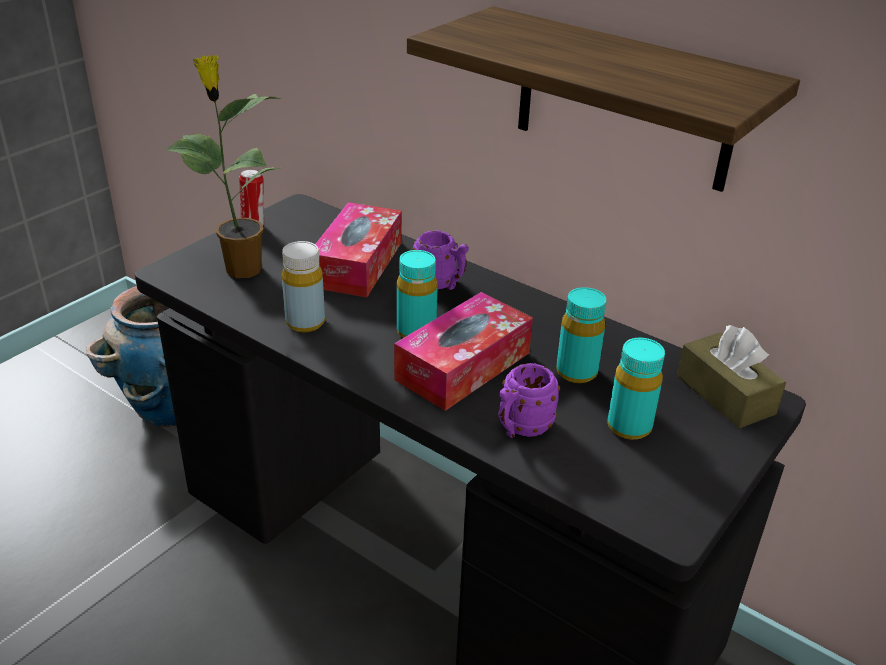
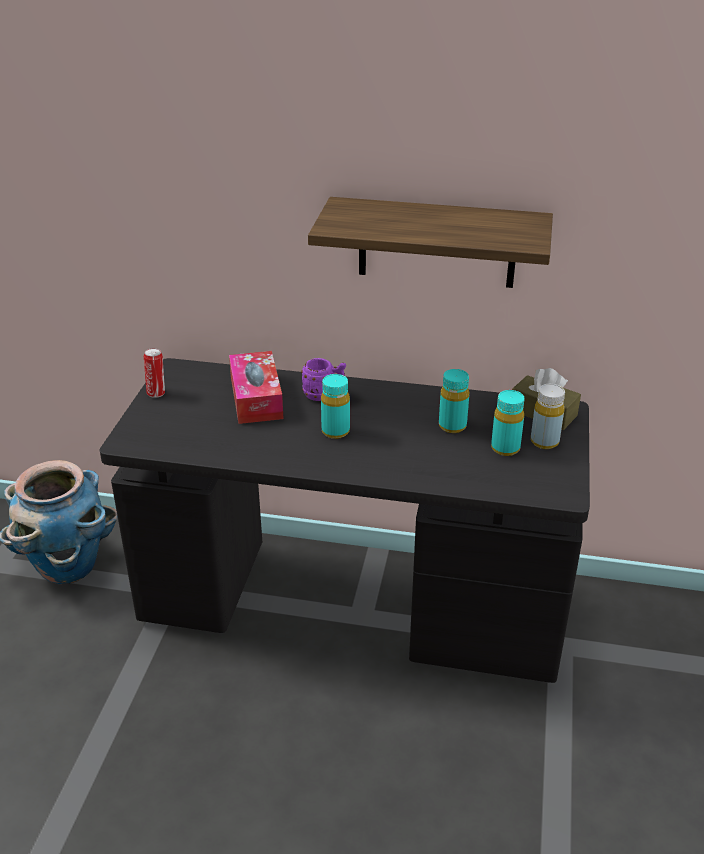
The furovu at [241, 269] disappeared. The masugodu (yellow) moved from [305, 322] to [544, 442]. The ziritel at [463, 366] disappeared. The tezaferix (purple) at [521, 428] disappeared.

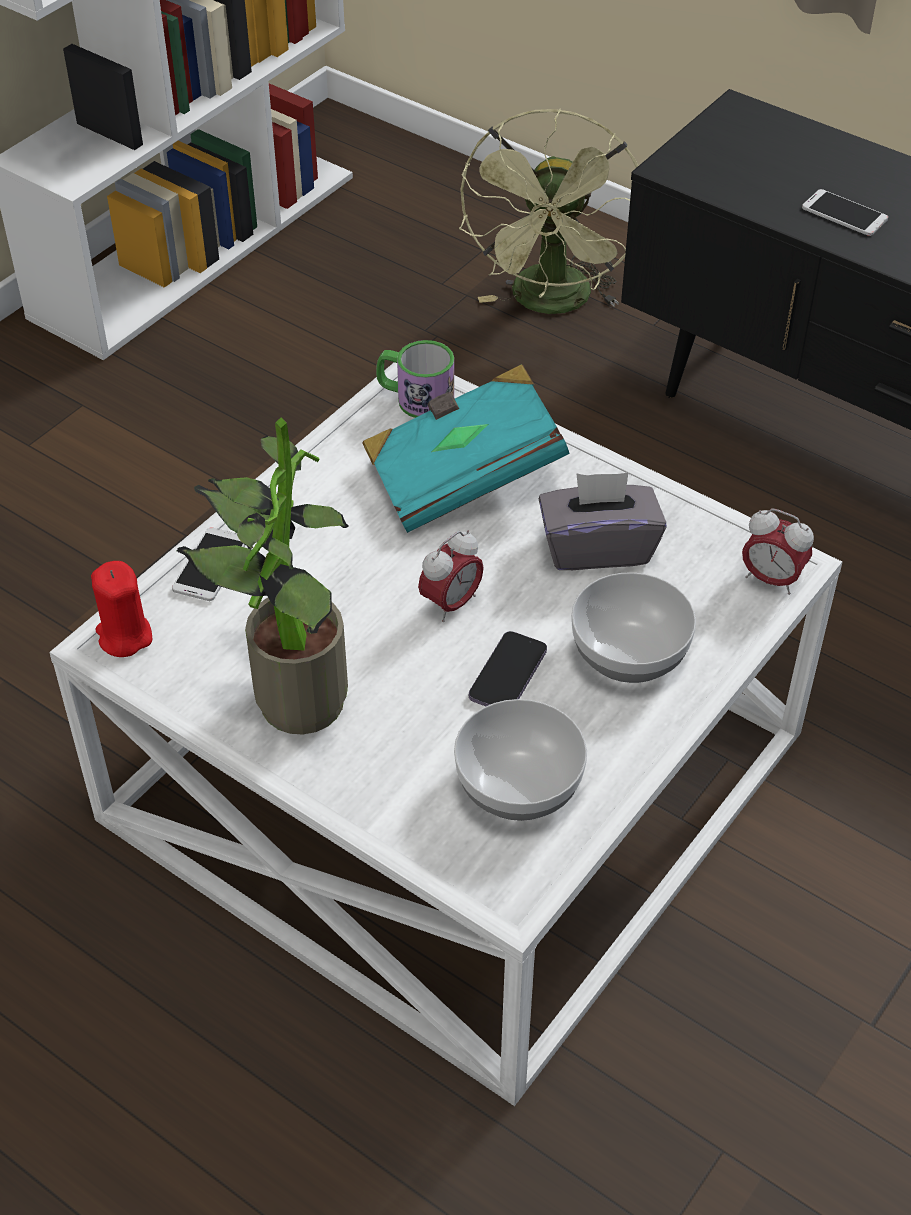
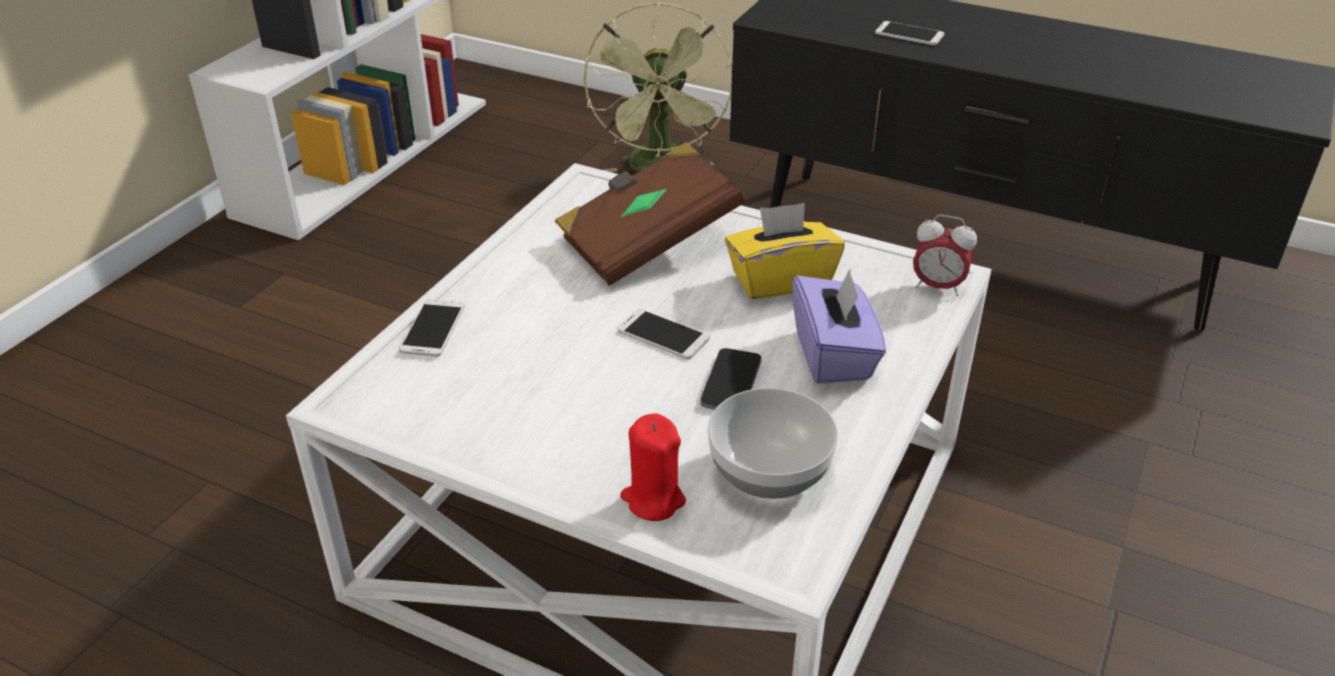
The tezaferix at [415, 398] disappeared. The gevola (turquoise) at [463, 476] became the gevola (brown) at [647, 242]. The furovu at [287, 699] disappeared. The ziritel (grey) at [597, 547] became the ziritel (yellow) at [780, 280]. The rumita at [451, 604] was replaced by the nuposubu at [663, 335]. The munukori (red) moved from [124, 636] to [653, 499]. The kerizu at [627, 653] was replaced by the ziritel (purple) at [834, 355].

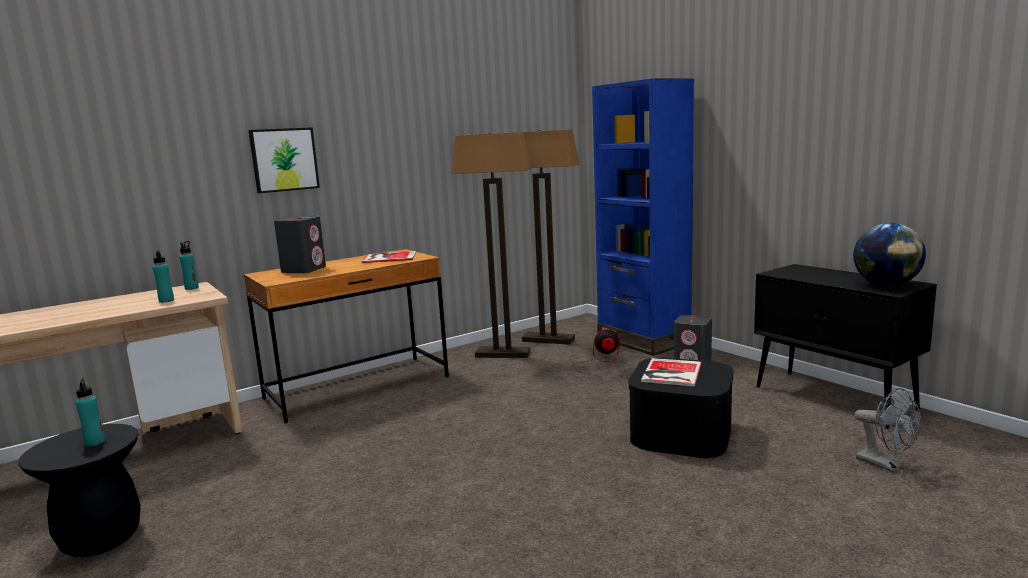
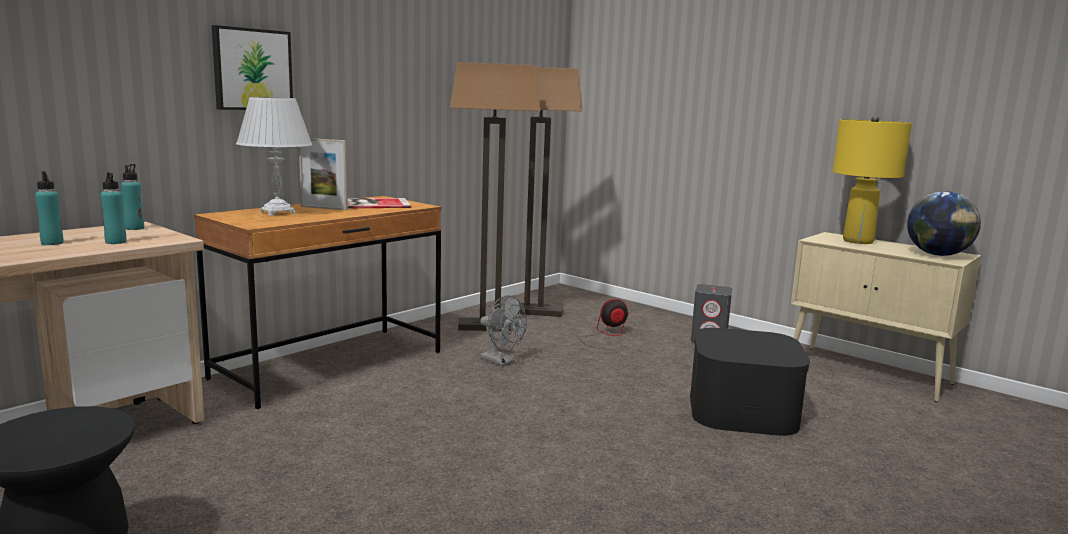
The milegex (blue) at [643, 340] disappeared. The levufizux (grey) at [304, 270] was replaced by the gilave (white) at [277, 213]. The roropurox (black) at [834, 399] became the roropurox (beige) at [870, 373]. The gevola at [670, 373] disappeared. The masugodu (turquoise) moved from [95, 442] to [52, 243]. The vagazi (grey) moved from [886, 465] to [501, 362]. The gilave (yellow) at [857, 241] appeared. The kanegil at [324, 208] appeared.

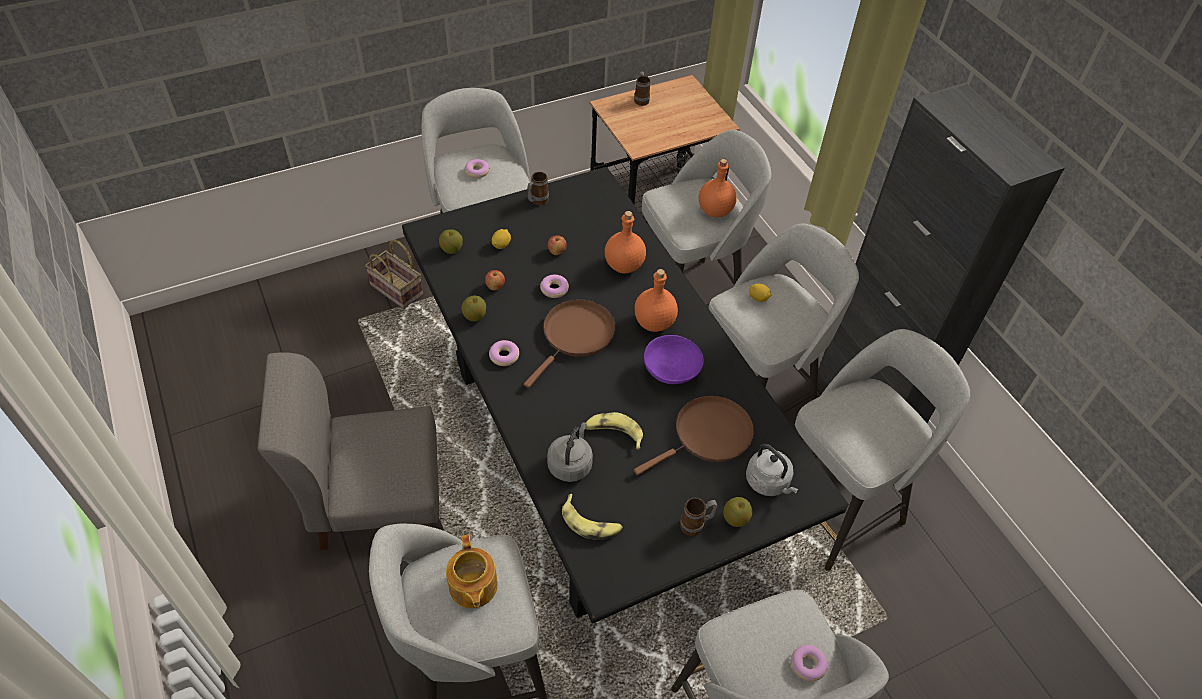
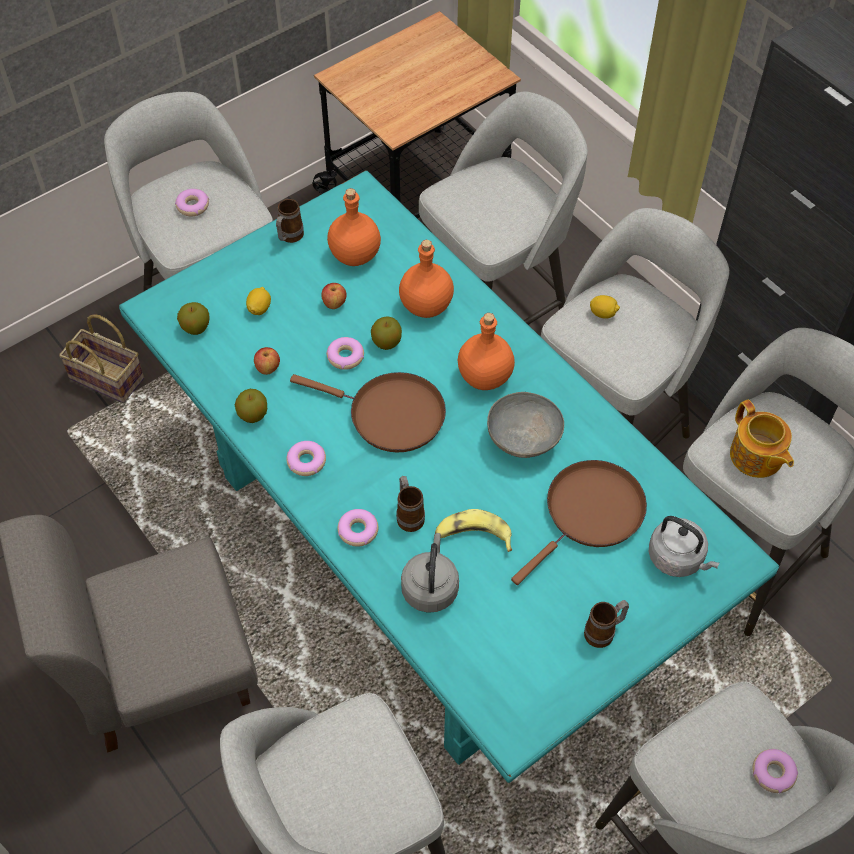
The tezaferix moved from [641, 99] to [409, 515]. The masugodu (orange) moved from [714, 211] to [354, 255]. The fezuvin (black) at [598, 454] became the fezuvin (turquoise) at [430, 548]. The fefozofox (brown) at [576, 335] turned 90 degrees clockwise. The kerizu (purple) at [670, 373] became the kerizu (grey) at [522, 440]. The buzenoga at [591, 523] disappeared. The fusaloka moved from [735, 519] to [386, 342]. The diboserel moved from [472, 587] to [756, 457]. The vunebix at [358, 530] appeared.

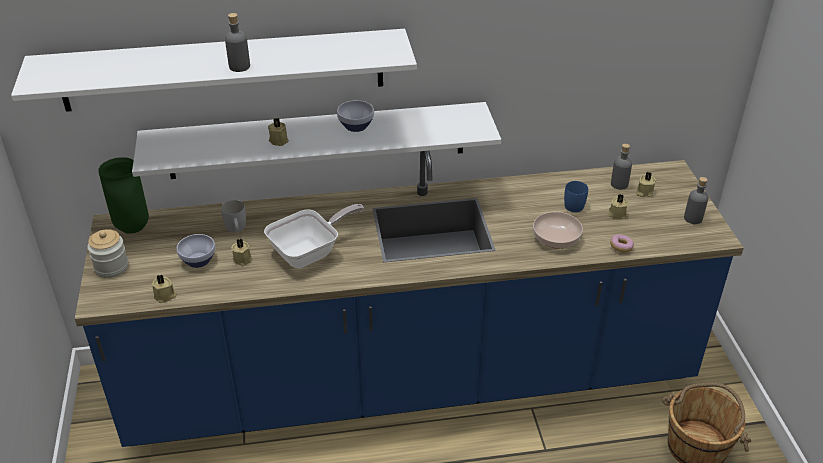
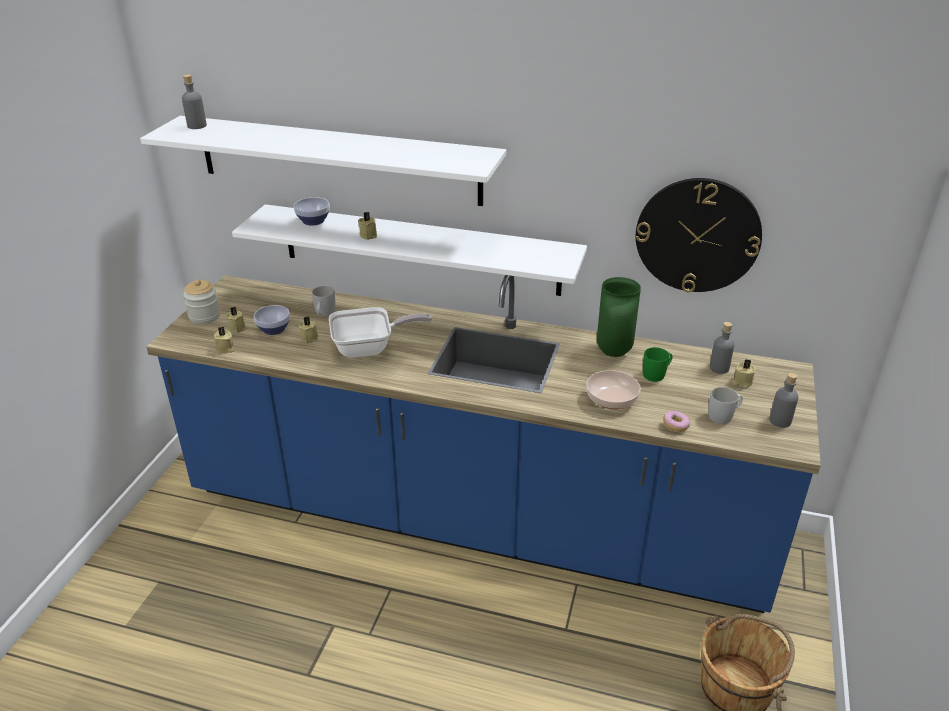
The masugodu (grey) moved from [239, 66] to [197, 126]. The kerizu moved from [356, 126] to [313, 221]. The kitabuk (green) moved from [131, 228] to [612, 352]. The tezaferix (blue) at [575, 204] became the tezaferix (green) at [657, 374]. The munukori (beige) moved from [617, 214] to [237, 327]. The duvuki at [697, 235] appeared. The tezaferix (white) at [724, 416] appeared.

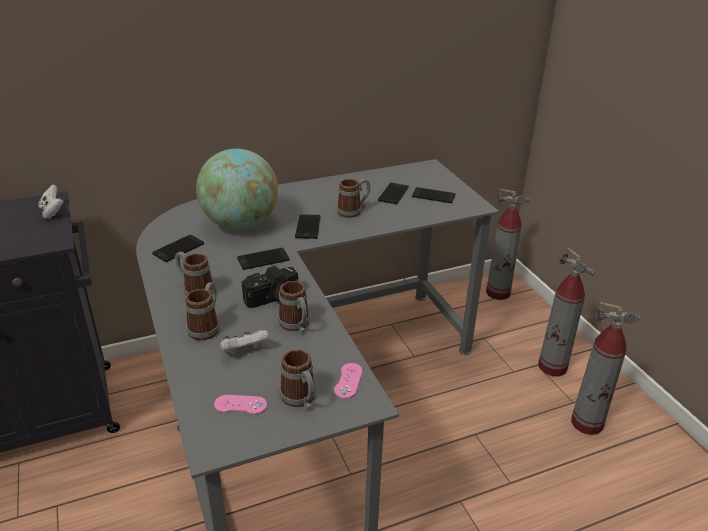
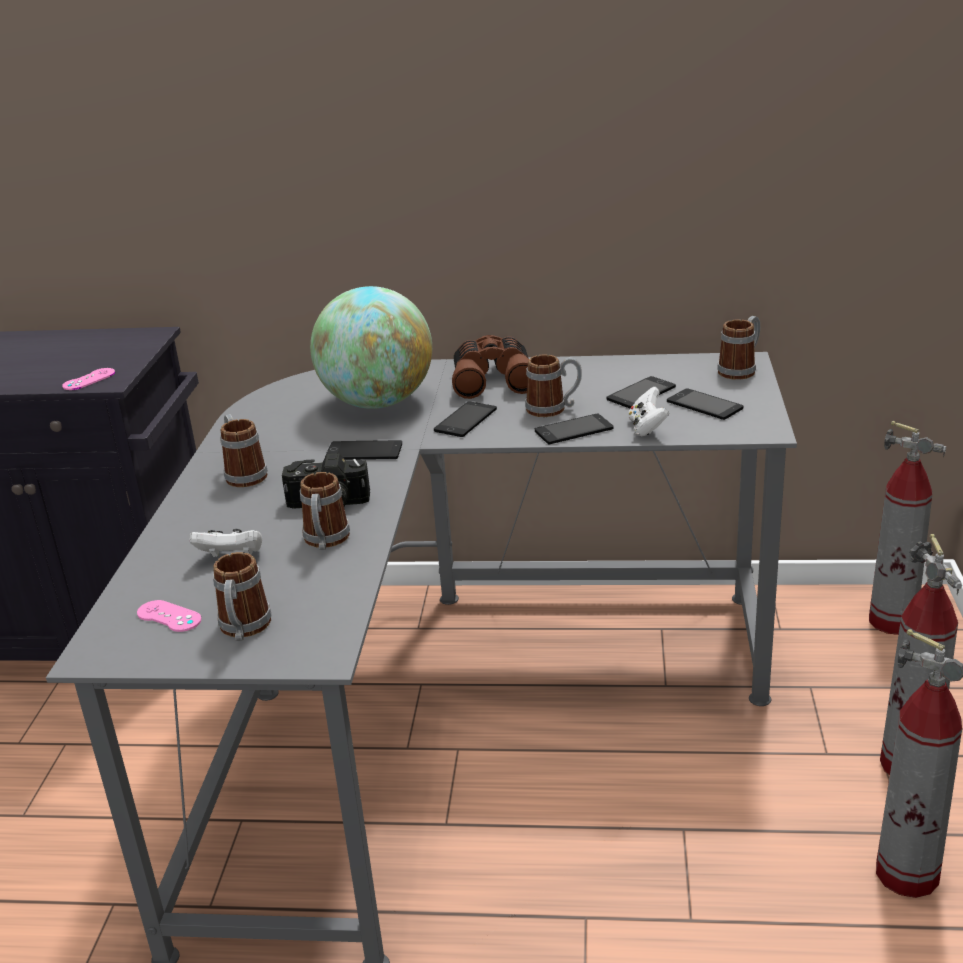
The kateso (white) moved from [52, 212] to [647, 428]. The nuposubu moved from [178, 249] to [574, 430]. The tezaferix moved from [206, 326] to [741, 370]. The kateso (pink) moved from [348, 381] to [89, 379]. The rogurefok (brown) at [493, 379] appeared.

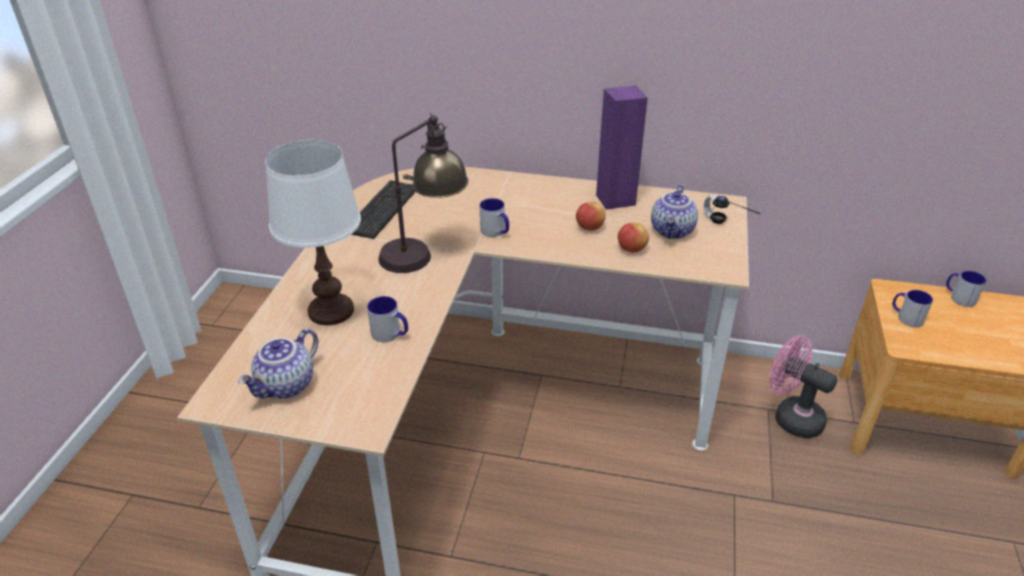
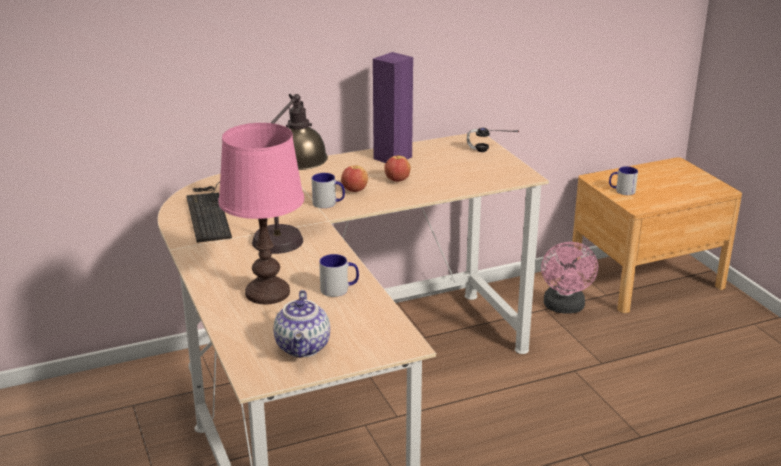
The gilave (white) at [331, 310] became the gilave (pink) at [267, 292]. The diboserel at [673, 231] disappeared. The fusaloka moved from [631, 249] to [354, 190]. The tezaferix at [959, 297] disappeared. The vagazi (pink) at [791, 417] turned 90 degrees counterclockwise.

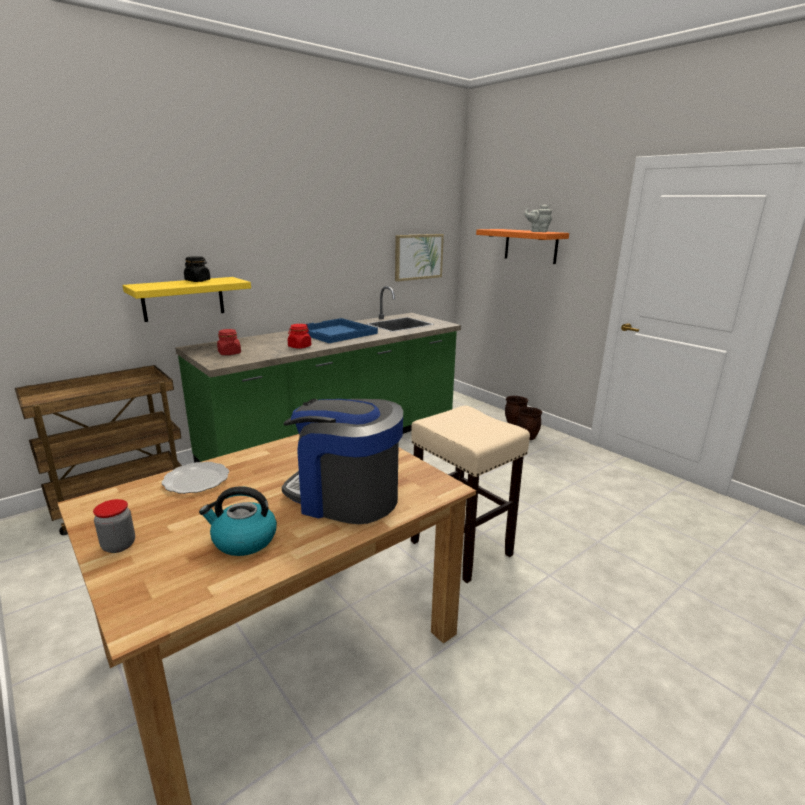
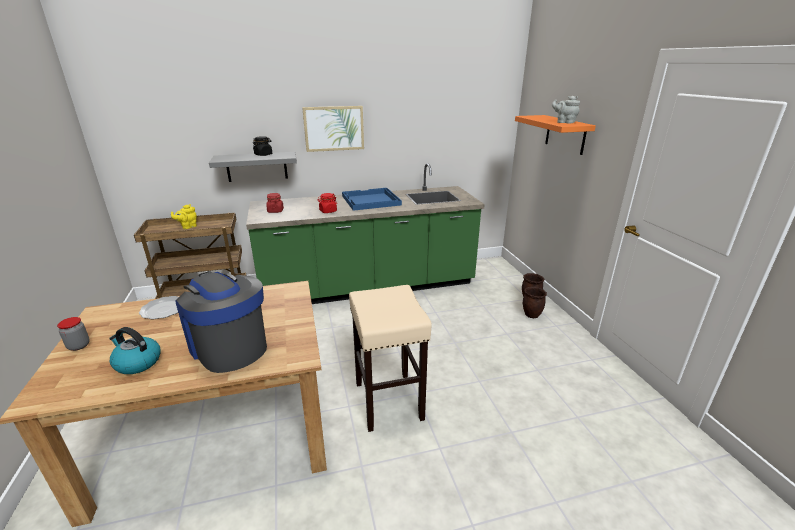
The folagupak moved from [418, 257] to [334, 128]. The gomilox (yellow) at [183, 299] became the gomilox (grey) at [257, 166]. The diboserel (yellow) at [188, 227] appeared.

